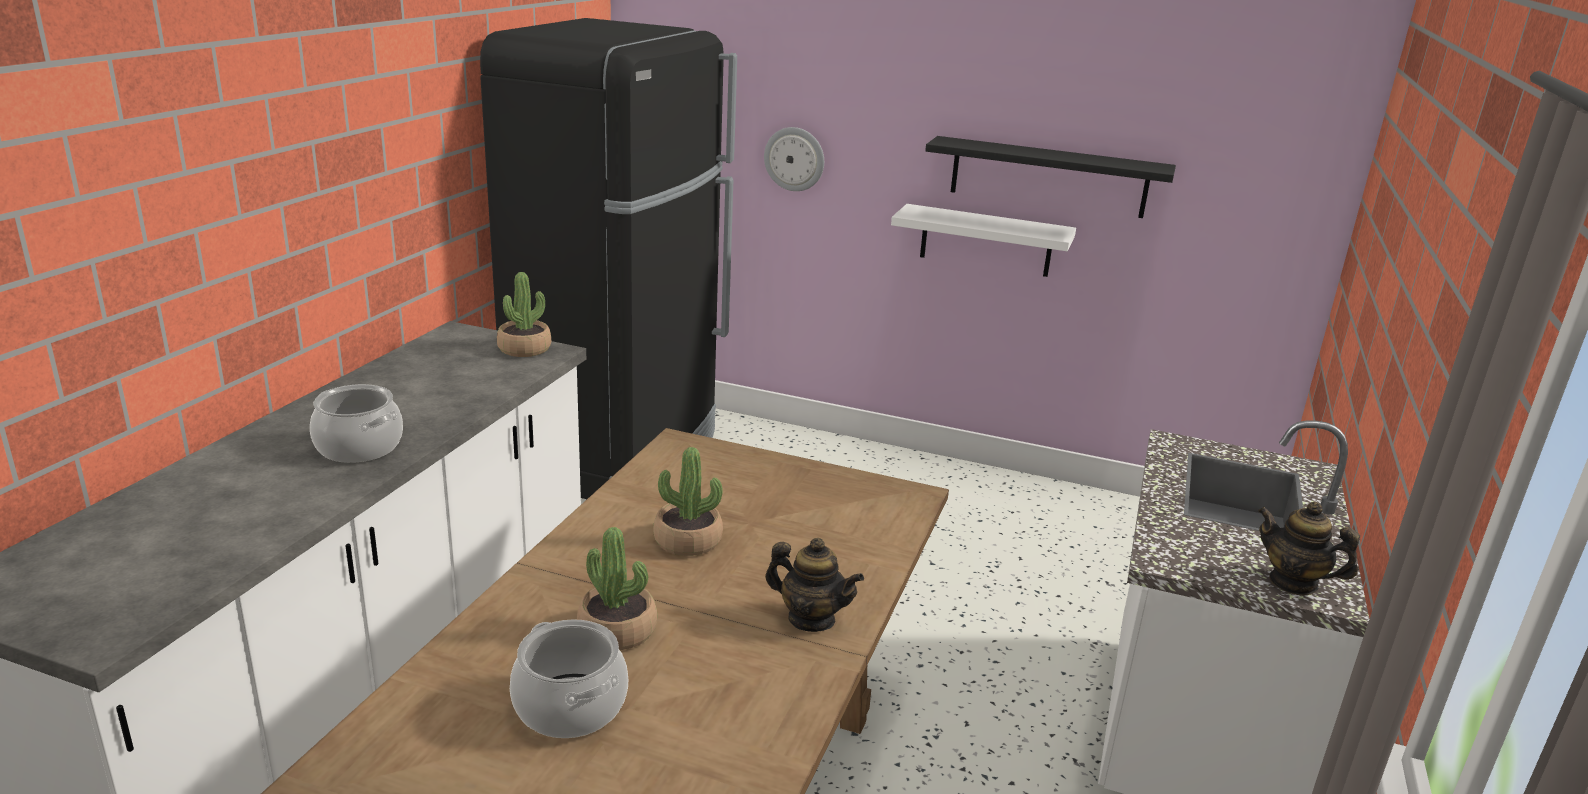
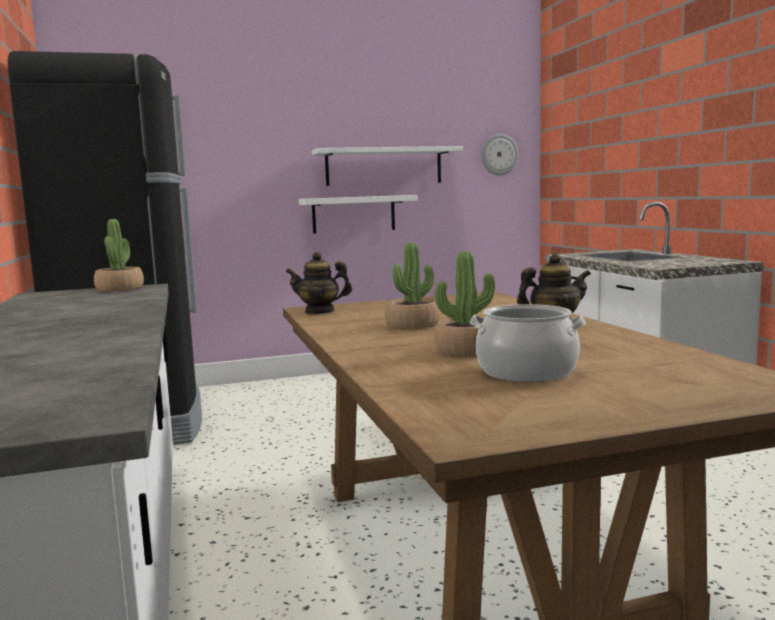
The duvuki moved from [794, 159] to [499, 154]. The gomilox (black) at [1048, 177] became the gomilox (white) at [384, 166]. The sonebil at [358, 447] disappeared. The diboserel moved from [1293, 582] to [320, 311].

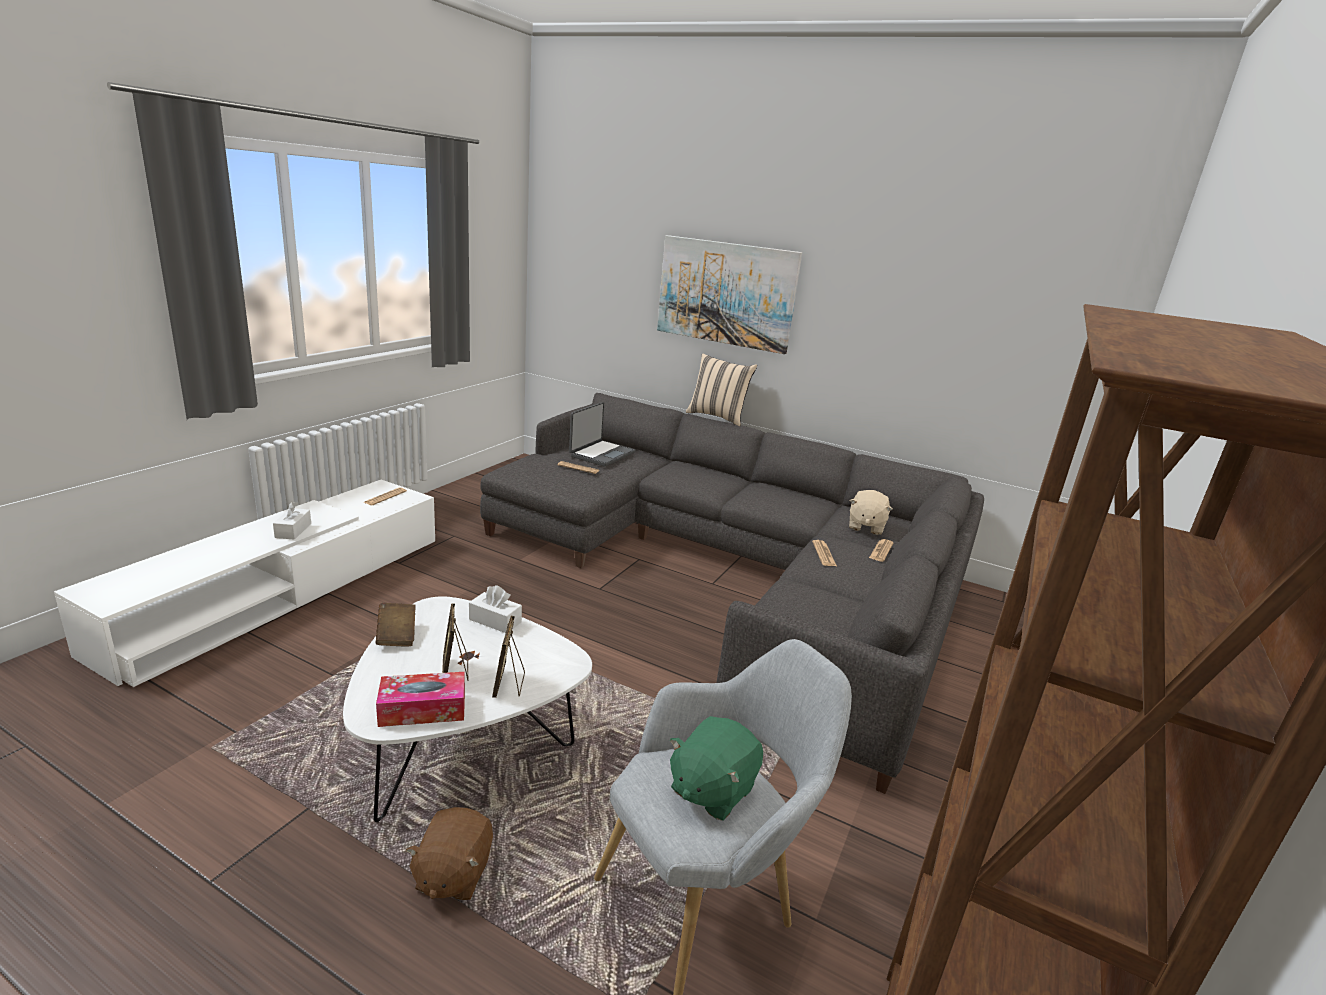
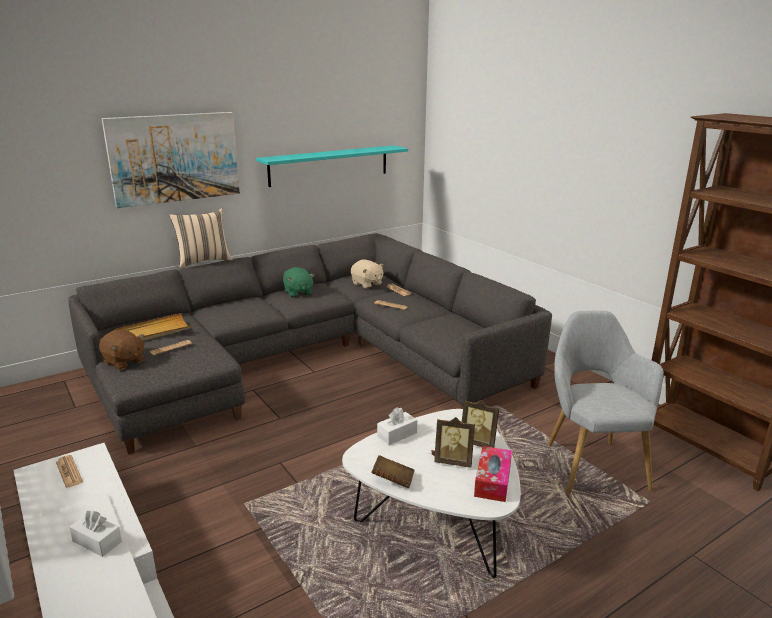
The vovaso at [601, 454] was replaced by the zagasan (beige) at [153, 332]. The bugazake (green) moved from [711, 789] to [298, 293]. The bugazake (brown) moved from [452, 874] to [124, 362]. The gomilox (turquoise) at [329, 165] appeared.

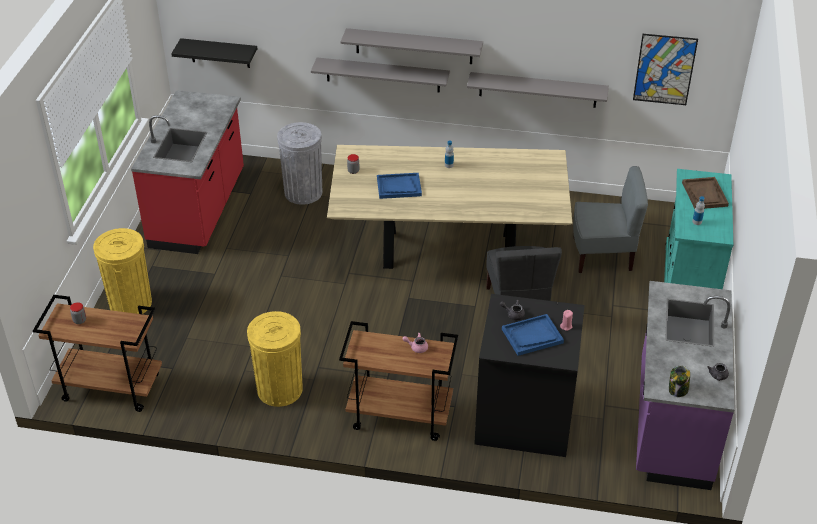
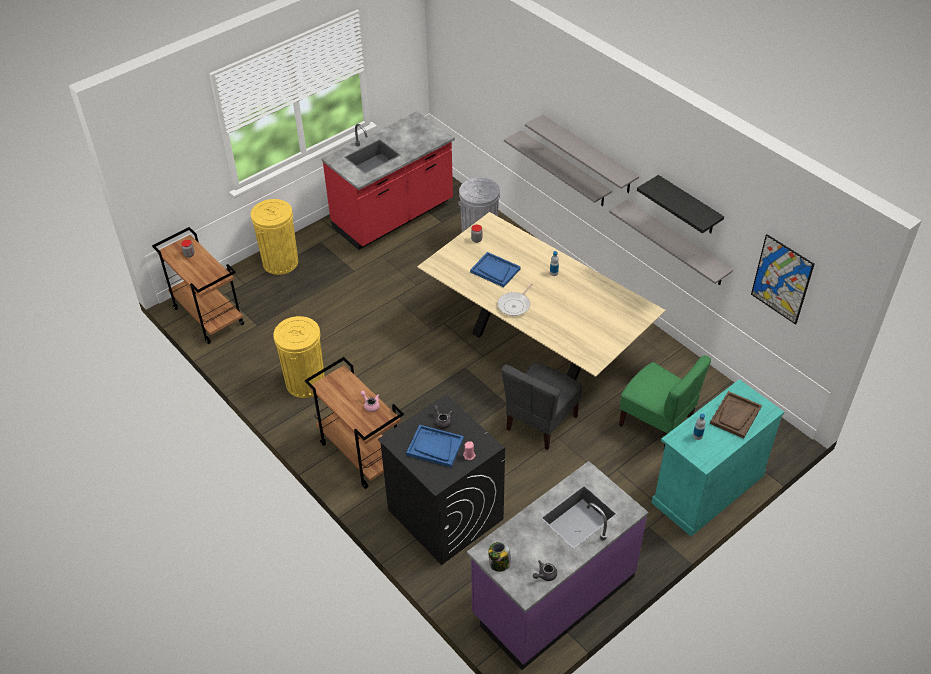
The gomilox (black) moved from [220, 53] to [688, 206]. The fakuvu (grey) at [602, 255] became the fakuvu (green) at [656, 422]. The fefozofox at [515, 305] appeared.

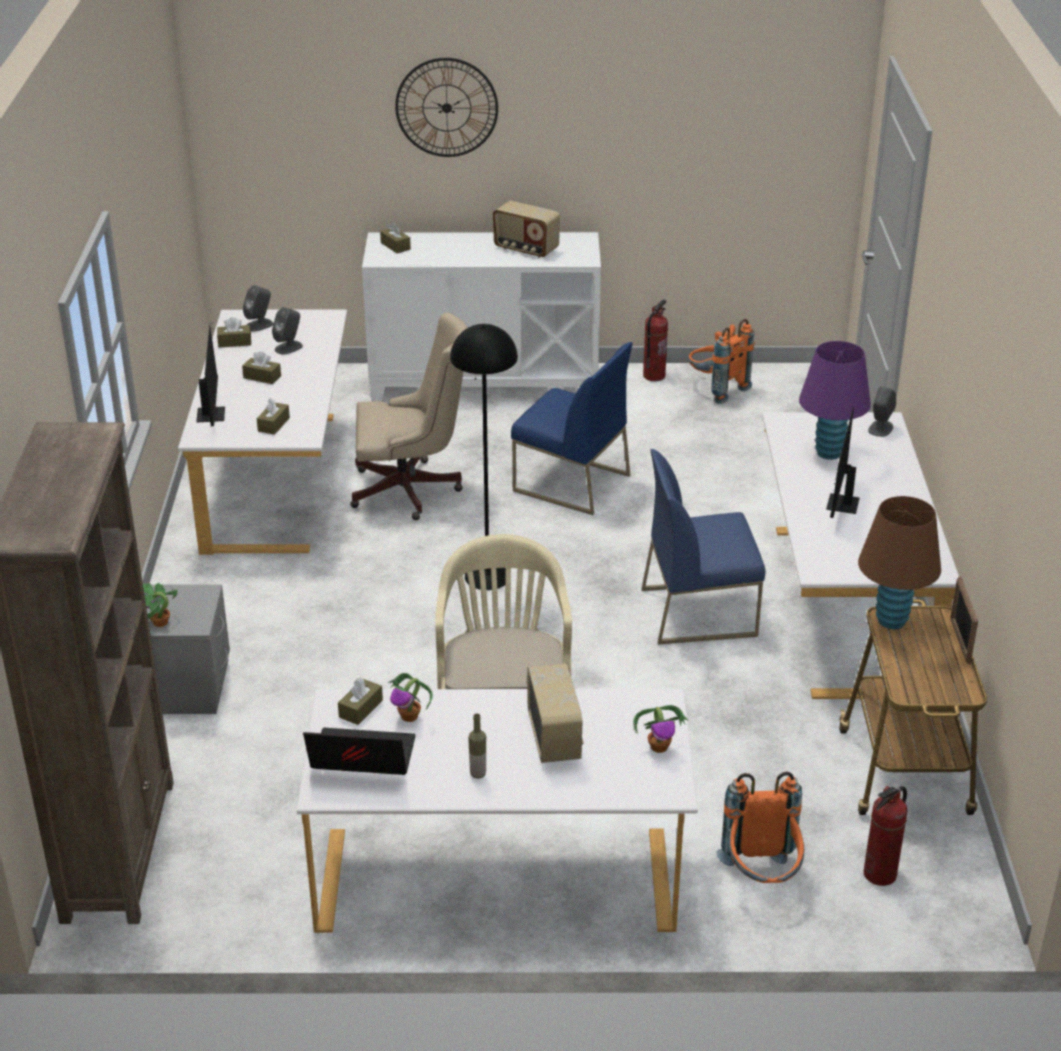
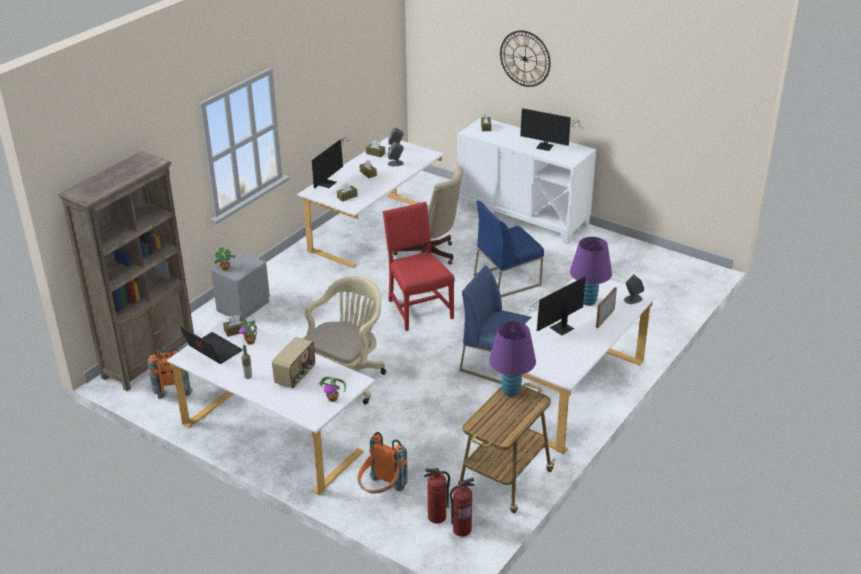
The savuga at [525, 249] was replaced by the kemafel at [547, 147]. The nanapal moved from [653, 376] to [462, 529]. The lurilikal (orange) moved from [716, 389] to [173, 387]. The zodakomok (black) at [487, 576] was replaced by the fakuvu (red) at [418, 308]. The fakuvu (blue) at [570, 483] turned 90 degrees clockwise. The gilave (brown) at [891, 621] became the gilave (purple) at [511, 391]. The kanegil moved from [960, 641] to [605, 318].

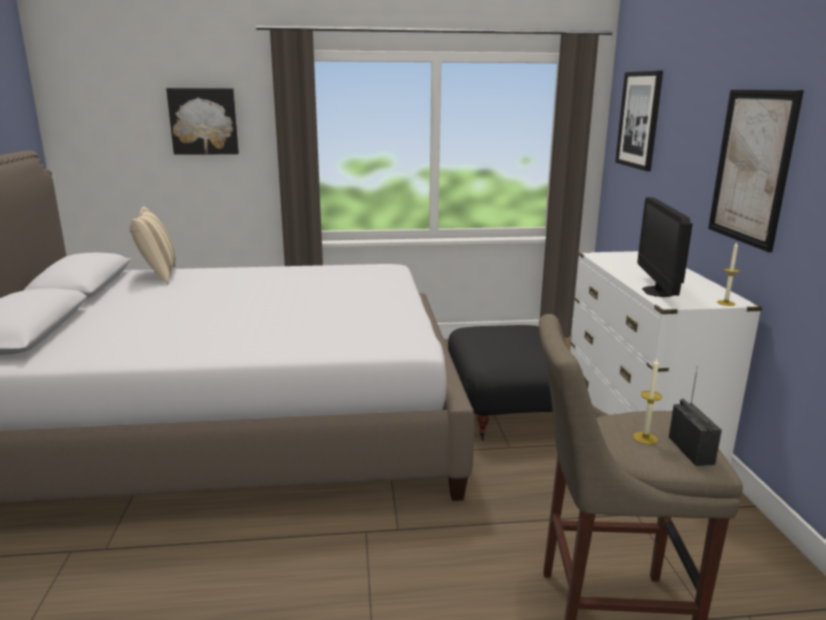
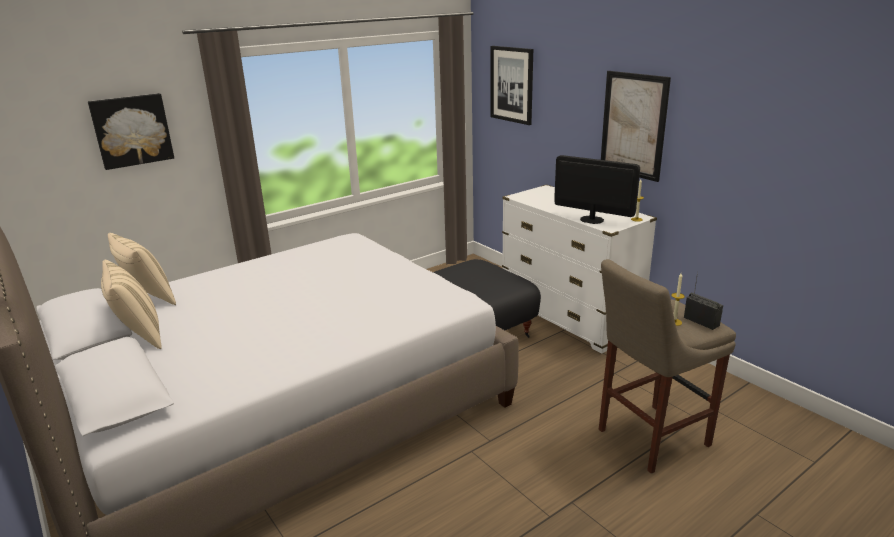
The kemafel at [658, 291] turned 150 degrees clockwise. The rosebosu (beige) at [139, 337] appeared.

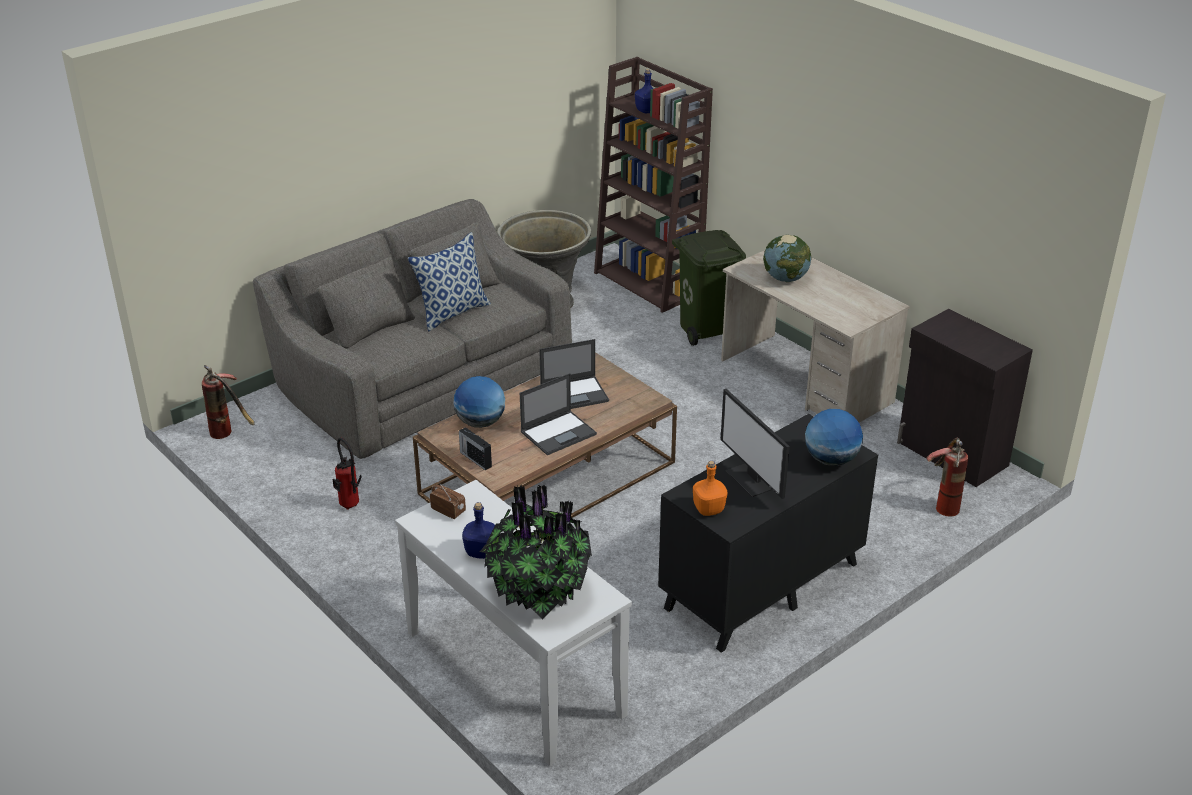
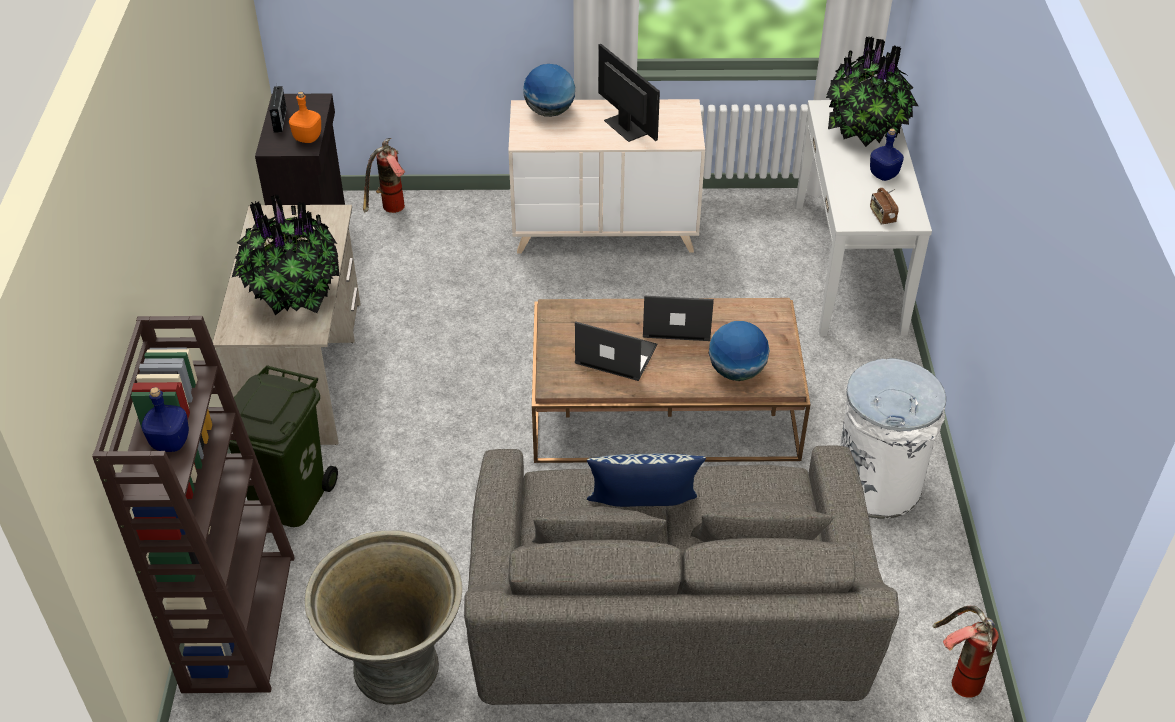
The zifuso at [785, 278] was replaced by the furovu at [293, 295]. The kemafel at [752, 479] turned 45 degrees counterclockwise. The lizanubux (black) at [761, 586] became the lizanubux (beige) at [605, 229]. The savuga moved from [475, 459] to [279, 121]. The nanapal at [350, 507] was replaced by the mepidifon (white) at [877, 485]. The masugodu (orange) moved from [708, 509] to [307, 138].

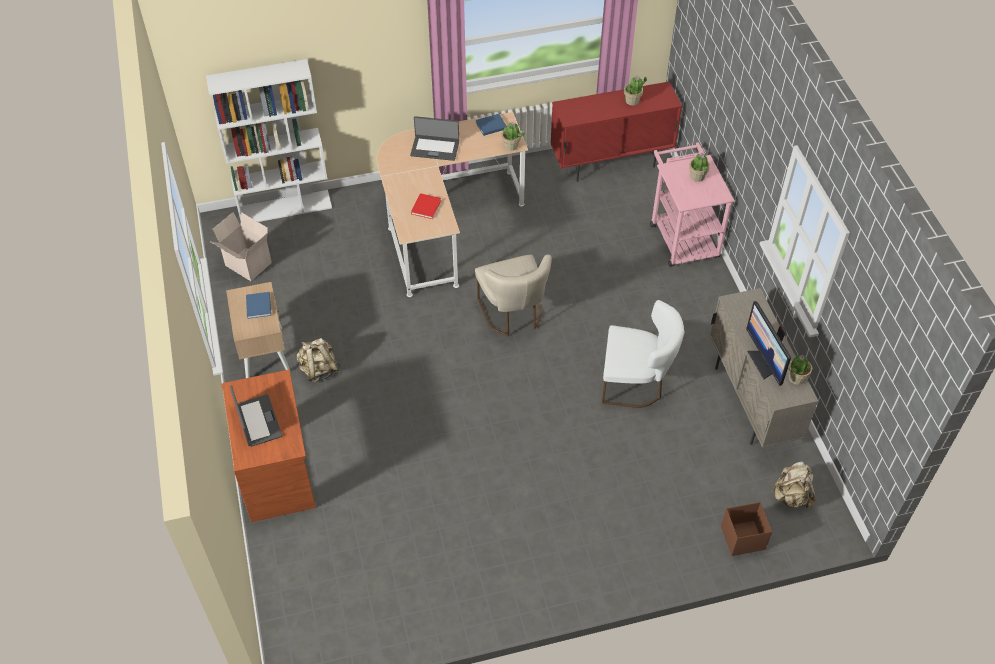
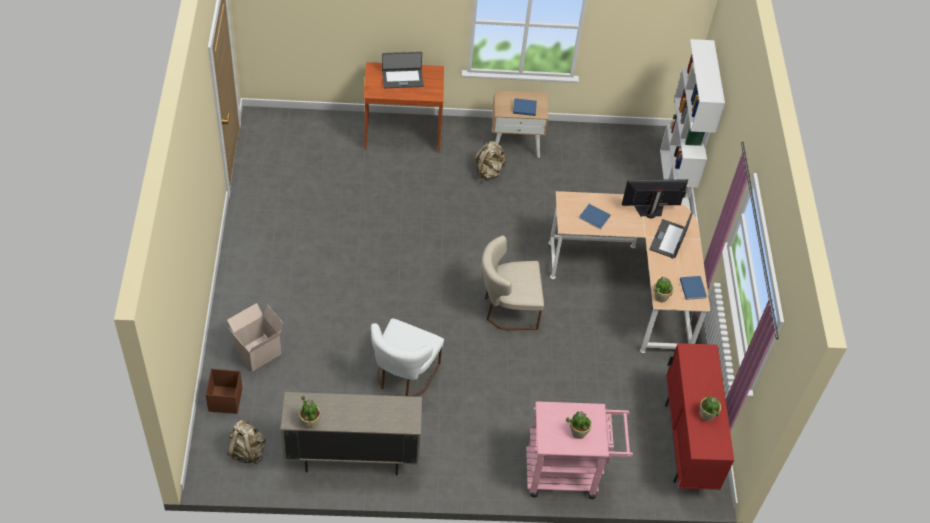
The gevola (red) at [426, 206] became the gevola (blue) at [595, 217]. The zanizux moved from [247, 265] to [258, 351]. The kemafel moved from [764, 363] to [650, 212].

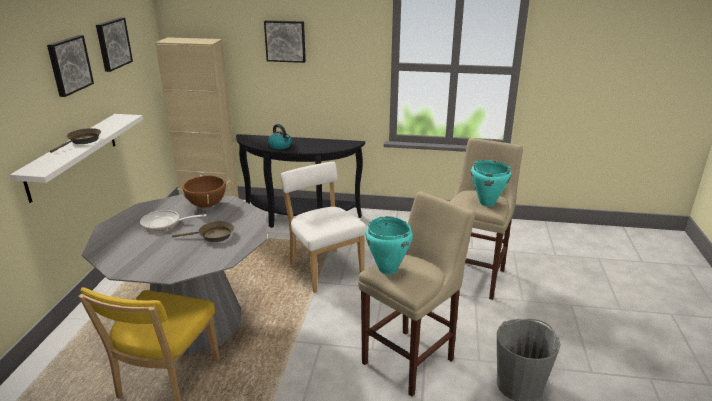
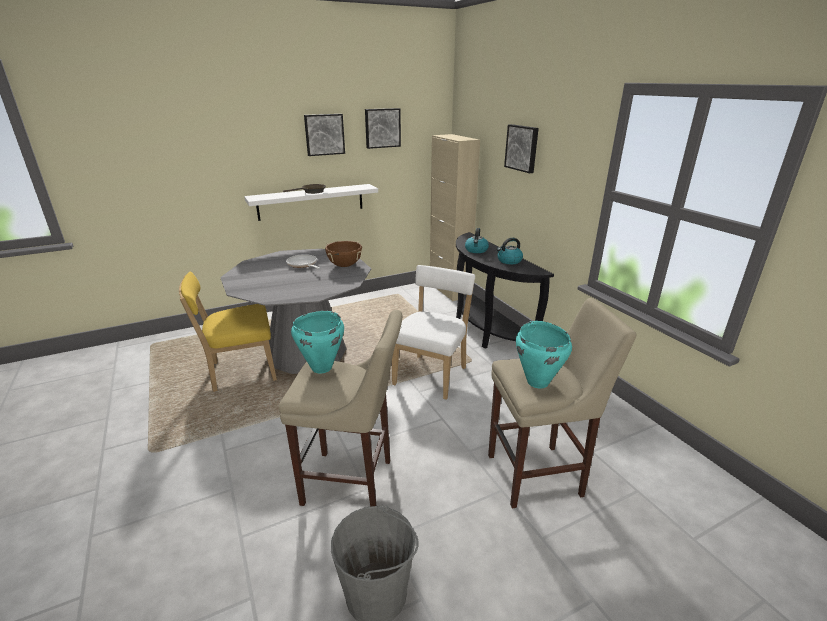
The fefozofox (brown) at [213, 236] disappeared. The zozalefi at [509, 261] appeared.

